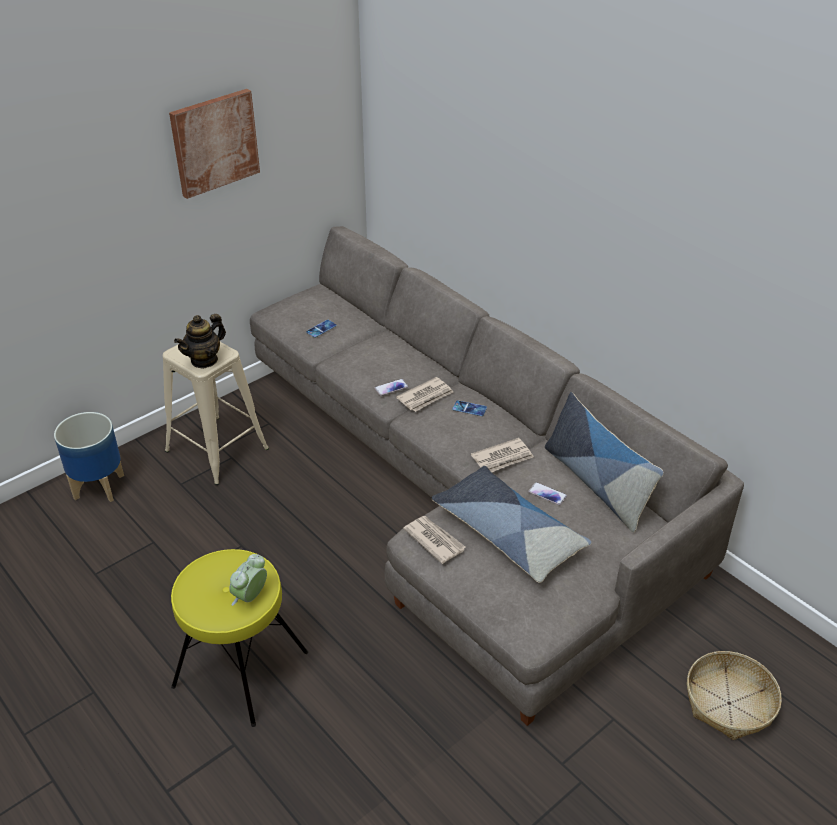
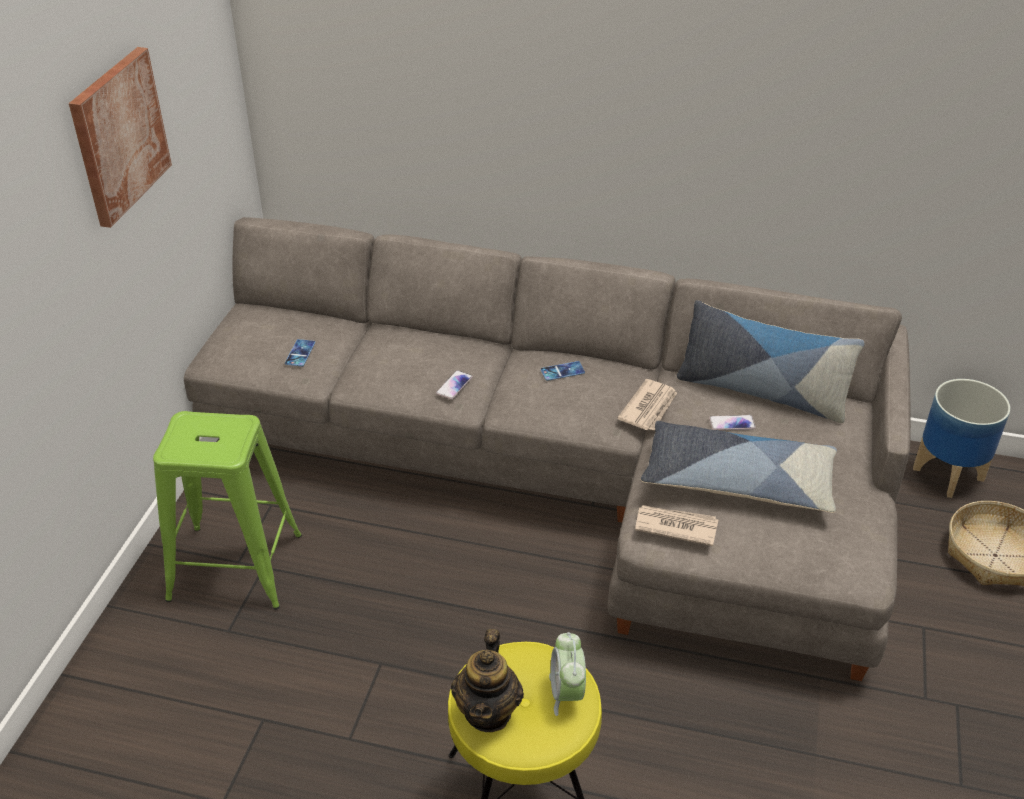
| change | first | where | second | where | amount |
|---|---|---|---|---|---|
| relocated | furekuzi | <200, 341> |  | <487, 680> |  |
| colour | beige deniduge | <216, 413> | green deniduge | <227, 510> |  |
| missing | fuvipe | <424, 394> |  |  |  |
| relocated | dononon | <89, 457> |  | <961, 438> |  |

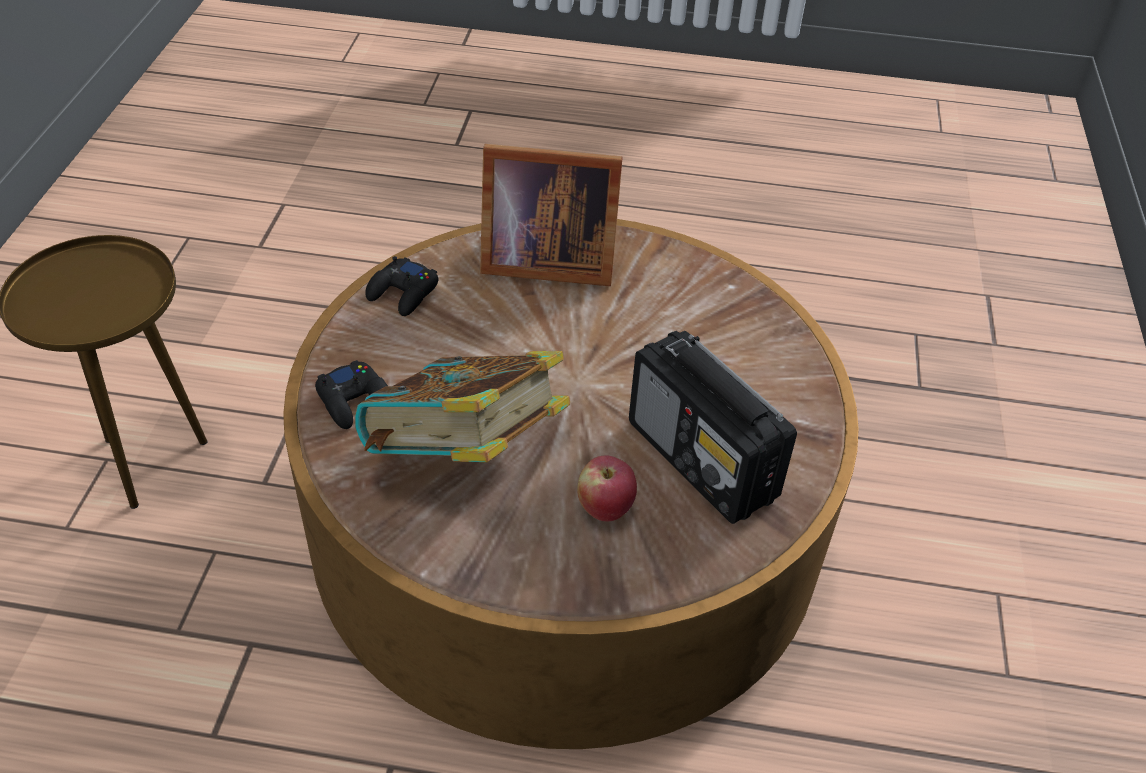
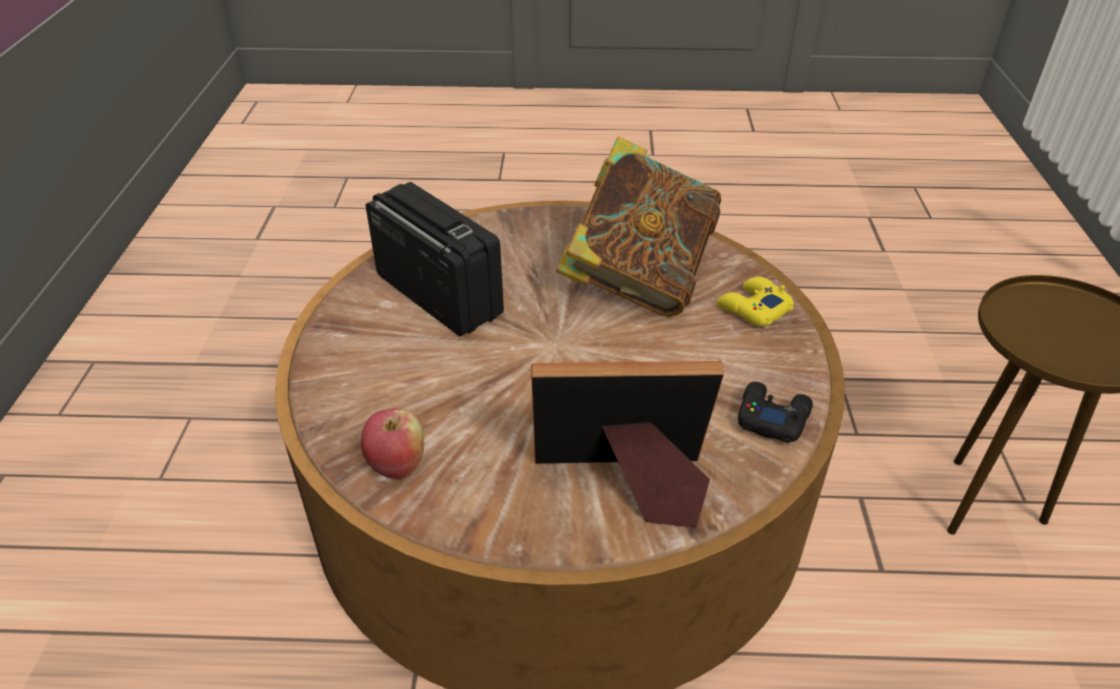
| change | first | where | second | where | amount |
|---|---|---|---|---|---|
| colour | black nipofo | <351, 394> | yellow nipofo | <755, 301> |  |
| relocated | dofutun | <607, 488> |  | <392, 443> |  |

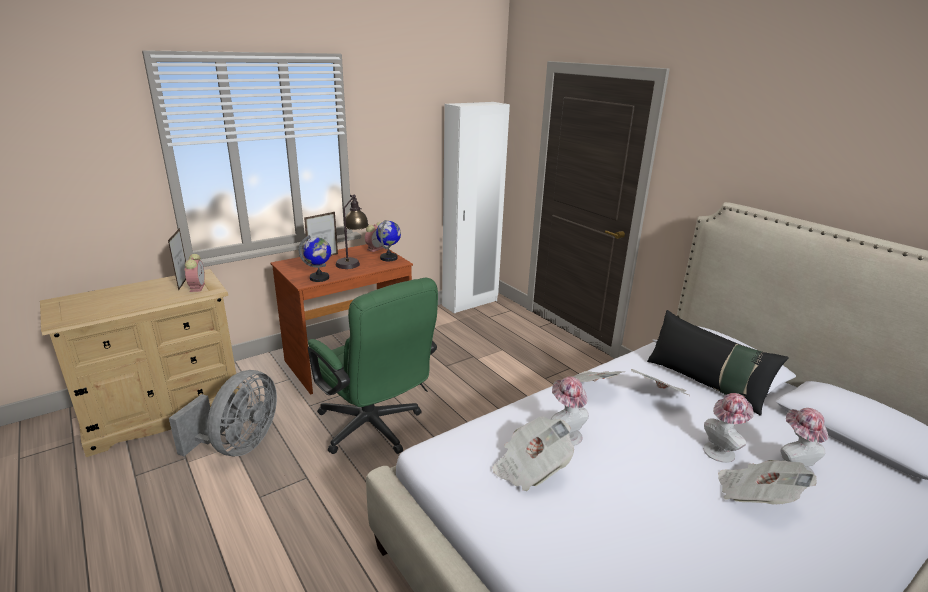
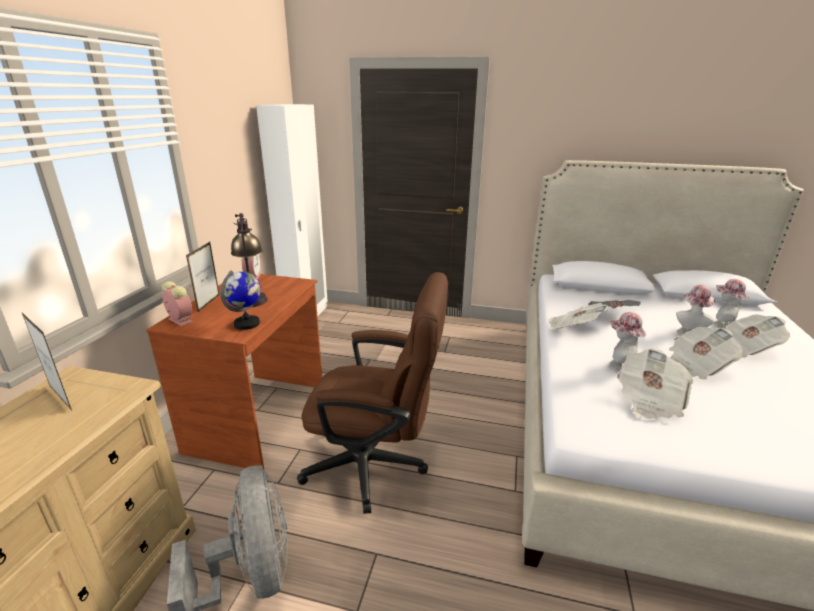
| change | first | where | second | where | amount |
|---|---|---|---|---|---|
| missing | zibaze | <388, 240> |  |  |  |
| relocated | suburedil | <194, 273> |  | <177, 303> |  |
| colour | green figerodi | <373, 366> | brown figerodi | <372, 393> |  |
| missing | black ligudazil | <718, 363> |  |  |  |
| appeared |  |  | fuvipe | <706, 353> |  |

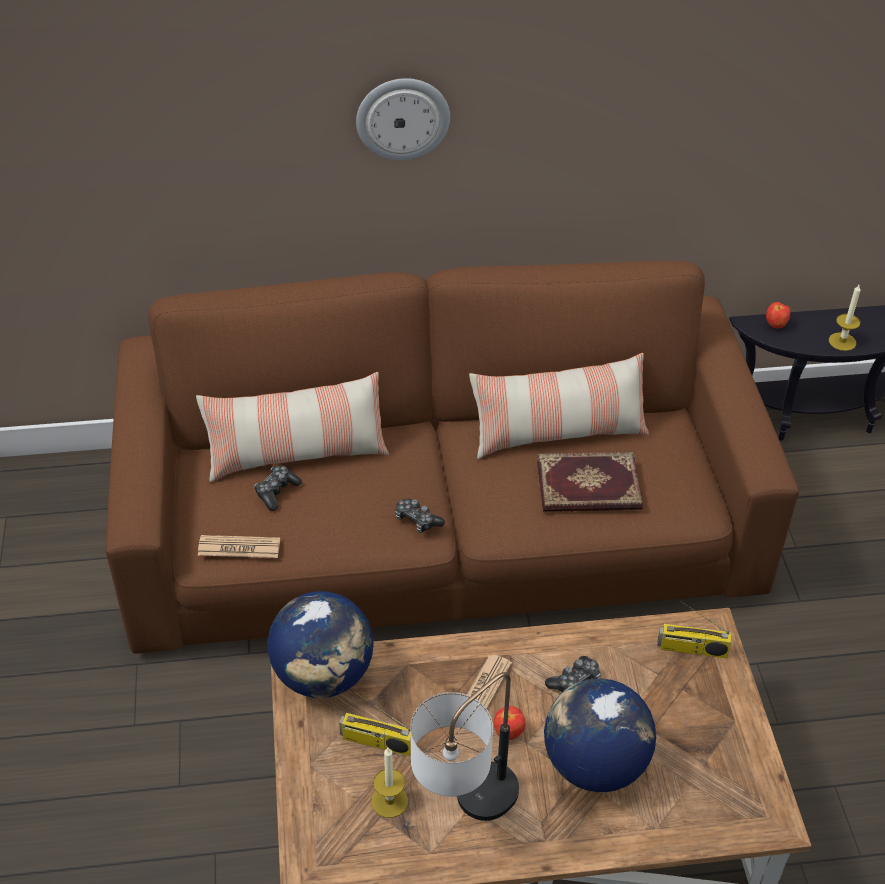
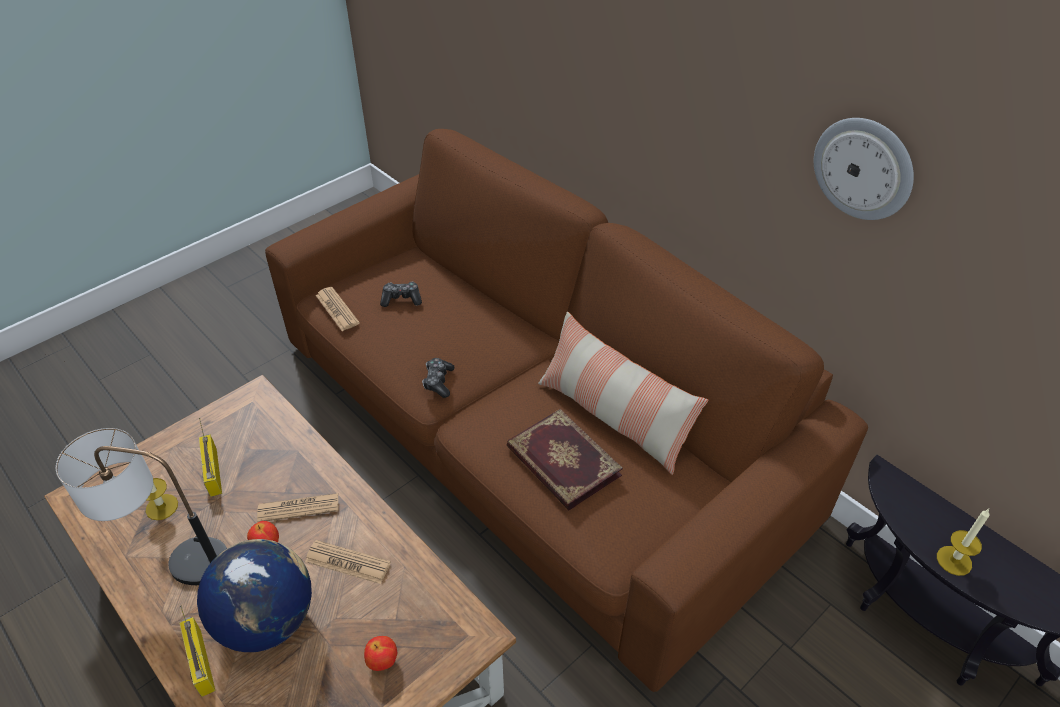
| change | first | where | second | where | amount |
|---|---|---|---|---|---|
| relocated | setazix | <403, 119> |  | <864, 169> |  |
| relocated | dofutun | <778, 315> |  | <380, 653> |  |
| missing | ligudazil | <292, 427> |  |  |  |
| missing | zibaze | <320, 644> |  |  |  |
| relocated | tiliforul | <694, 629> |  | <198, 651> |  |
| exchanged | nipofo | <573, 674> | fuvipe | <348, 562> |  |

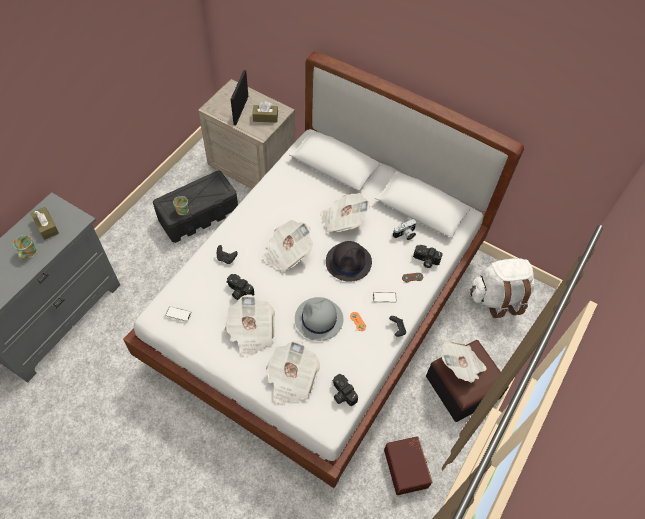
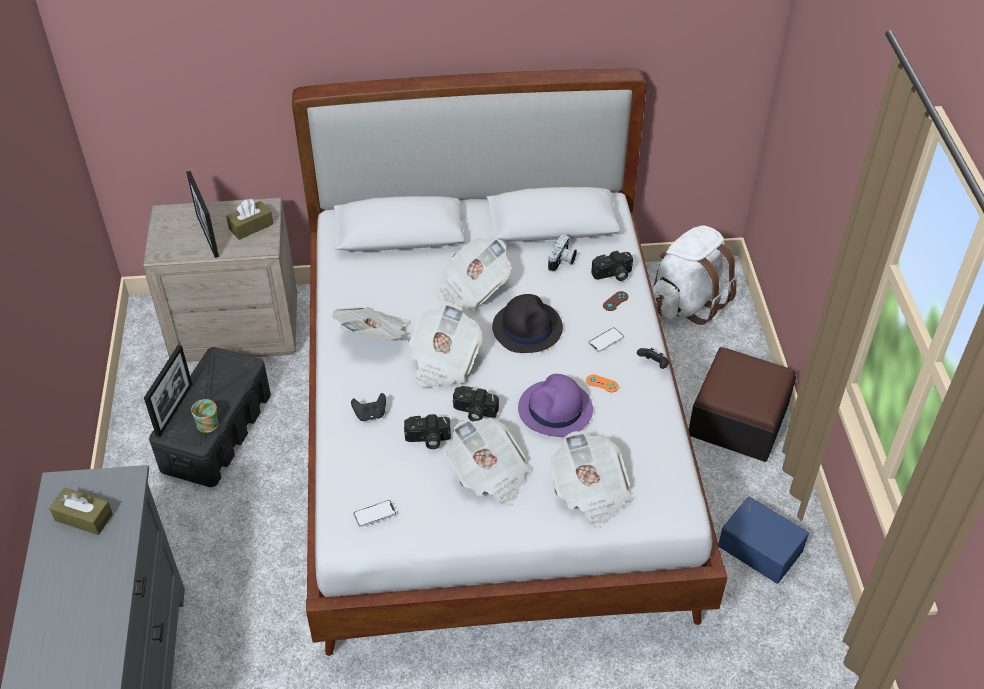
| change | first | where | second | where | amount |
|---|---|---|---|---|---|
| missing | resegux | <25, 247> |  |  |  |
| colour | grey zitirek | <319, 319> | purple zitirek | <555, 405> |  |
| relocated | fuvipe | <464, 361> |  | <370, 323> |  |
| relocated | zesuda | <345, 390> |  | <476, 403> |  |
| colour | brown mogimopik | <408, 465> | blue mogimopik | <763, 540> |  |
| appeared |  |  | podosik | <168, 391> |  |

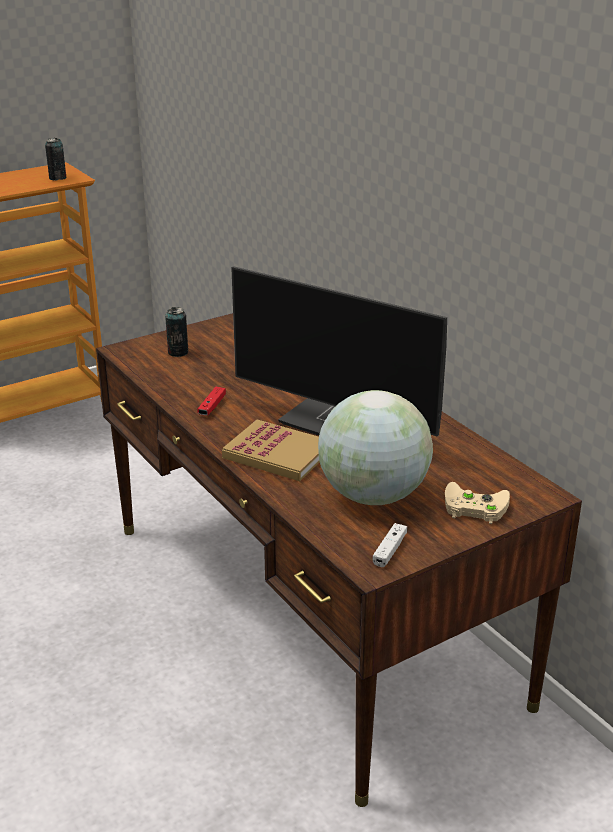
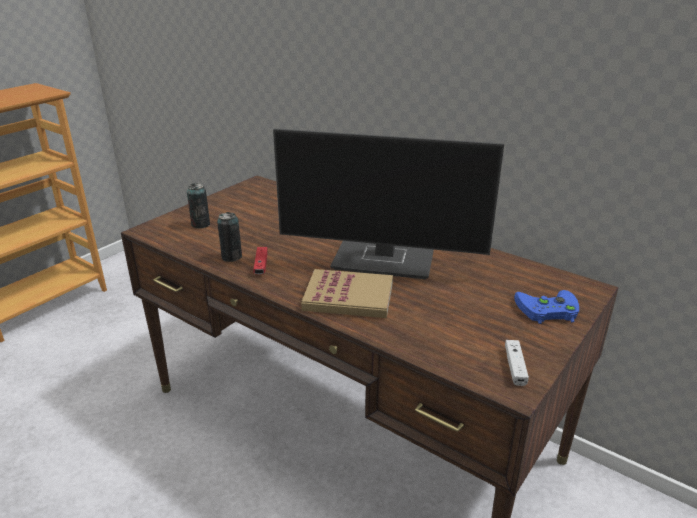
| change | first | where | second | where | amount |
|---|---|---|---|---|---|
| relocated | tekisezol | <55, 159> |  | <229, 237> |  |
| missing | zibaze | <375, 447> |  |  |  |
| colour | beige nipofo | <477, 503> | blue nipofo | <546, 307> |  |

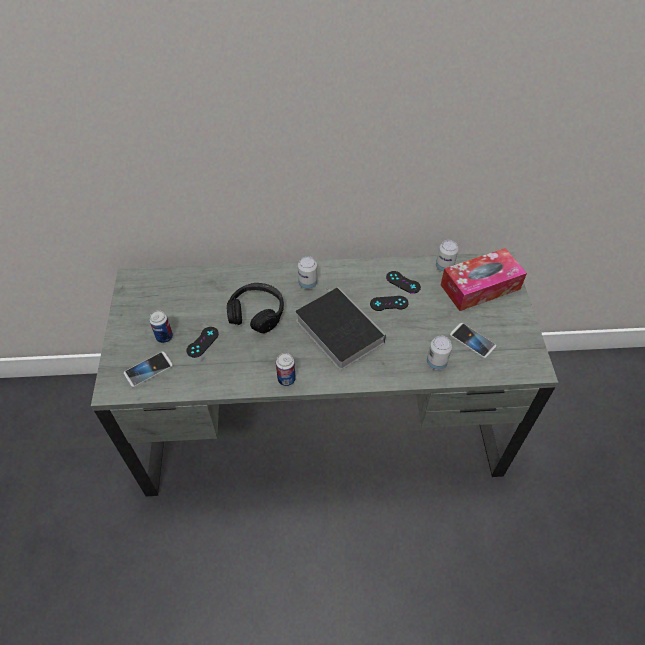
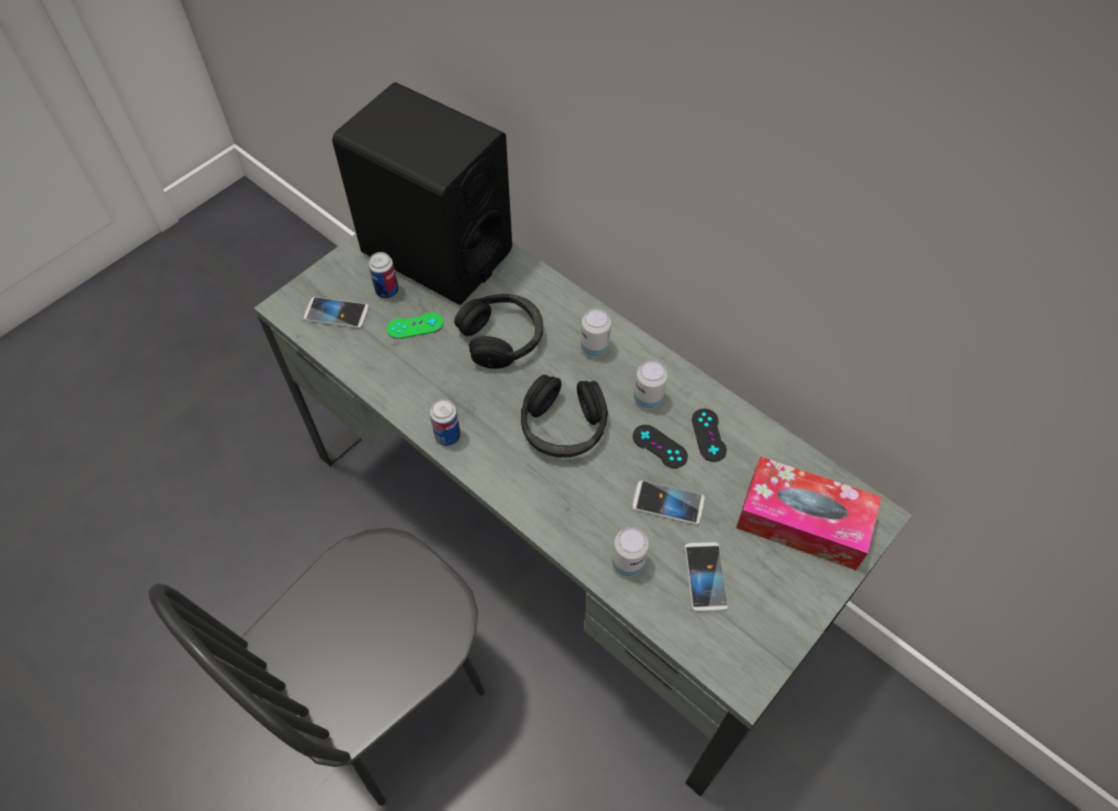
| change | first | where | second | where | amount |
|---|---|---|---|---|---|
| relocated | tekisezol | <447, 256> |  | <650, 384> |  |
| exchanged | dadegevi | <340, 328> | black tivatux | <564, 416> |  |
| colour | black nipofo | <202, 342> | green nipofo | <415, 325> |  |
| appeared |  |  | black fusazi | <422, 193> |  |
| appeared |  |  | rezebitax | <668, 503> |  |
| appeared |  |  | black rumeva | <316, 667> |  |

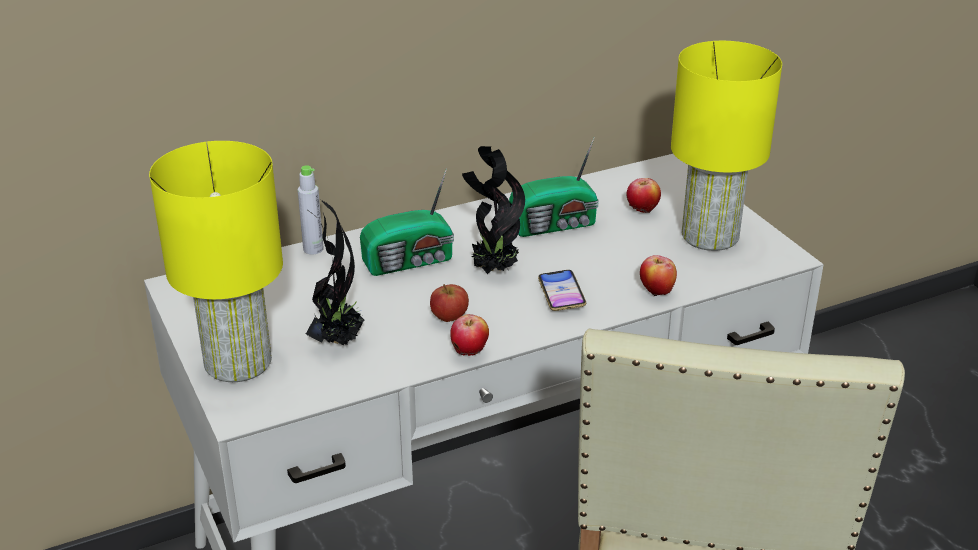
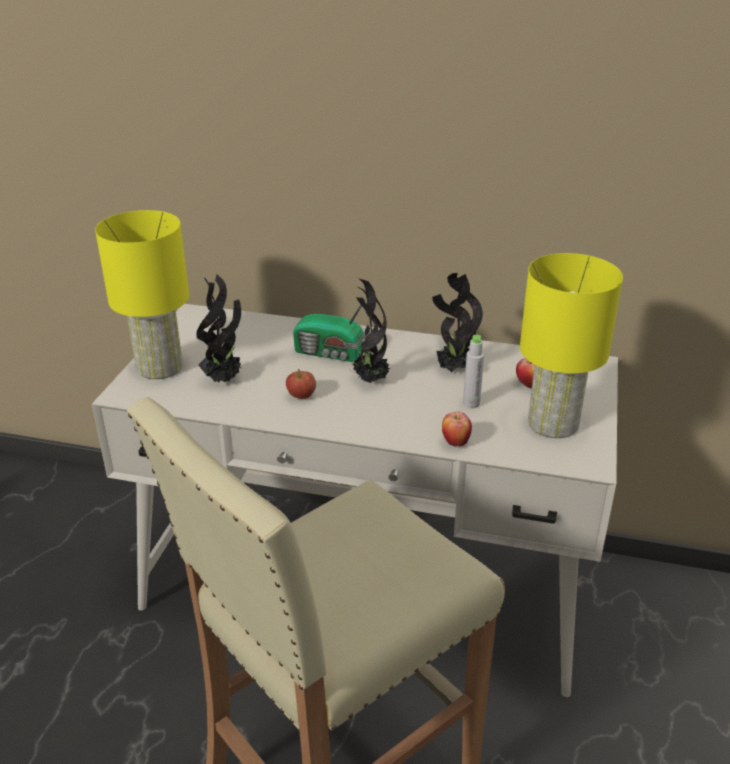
| change | first | where | second | where | amount |
|---|---|---|---|---|---|
| exchanged | tiliforul | <554, 187> | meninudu | <457, 323> |  |
| relocated | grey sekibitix | <311, 210> |  | <473, 371> |  |
| missing | rezebitax | <562, 290> |  |  |  |
| missing | dofutun | <469, 335> |  |  |  |

